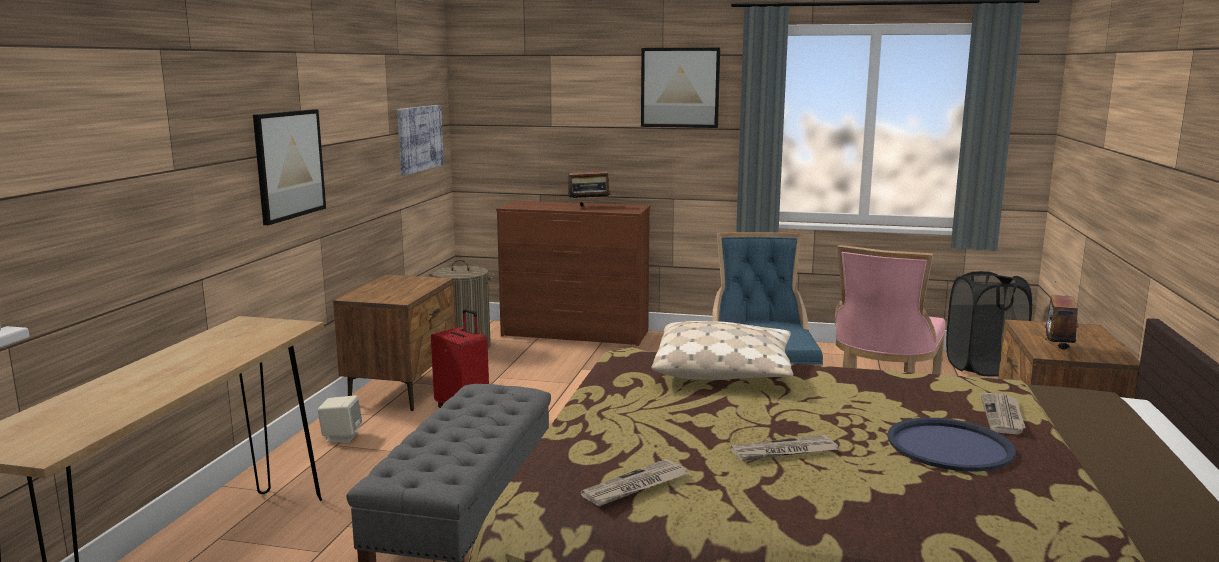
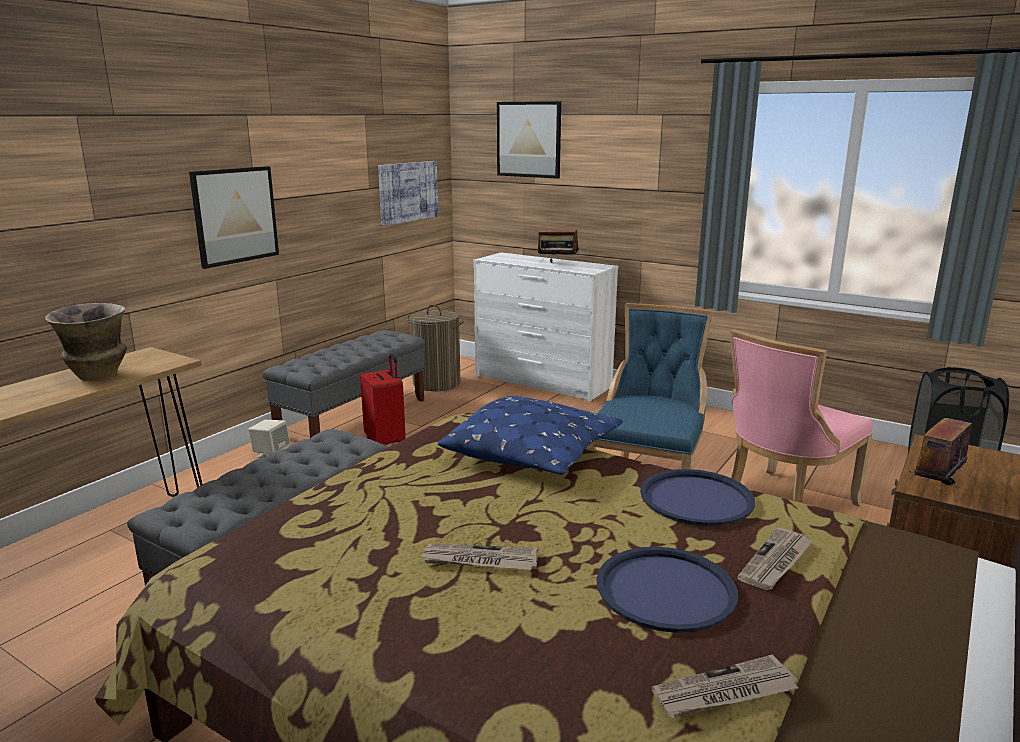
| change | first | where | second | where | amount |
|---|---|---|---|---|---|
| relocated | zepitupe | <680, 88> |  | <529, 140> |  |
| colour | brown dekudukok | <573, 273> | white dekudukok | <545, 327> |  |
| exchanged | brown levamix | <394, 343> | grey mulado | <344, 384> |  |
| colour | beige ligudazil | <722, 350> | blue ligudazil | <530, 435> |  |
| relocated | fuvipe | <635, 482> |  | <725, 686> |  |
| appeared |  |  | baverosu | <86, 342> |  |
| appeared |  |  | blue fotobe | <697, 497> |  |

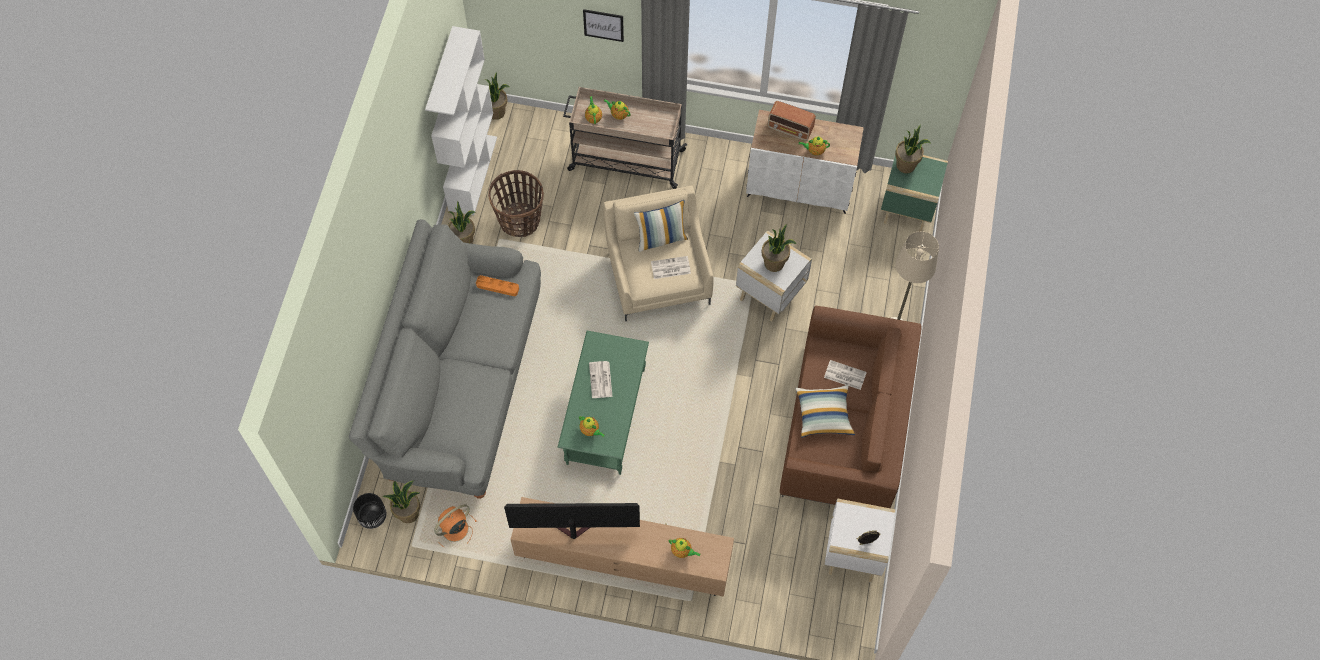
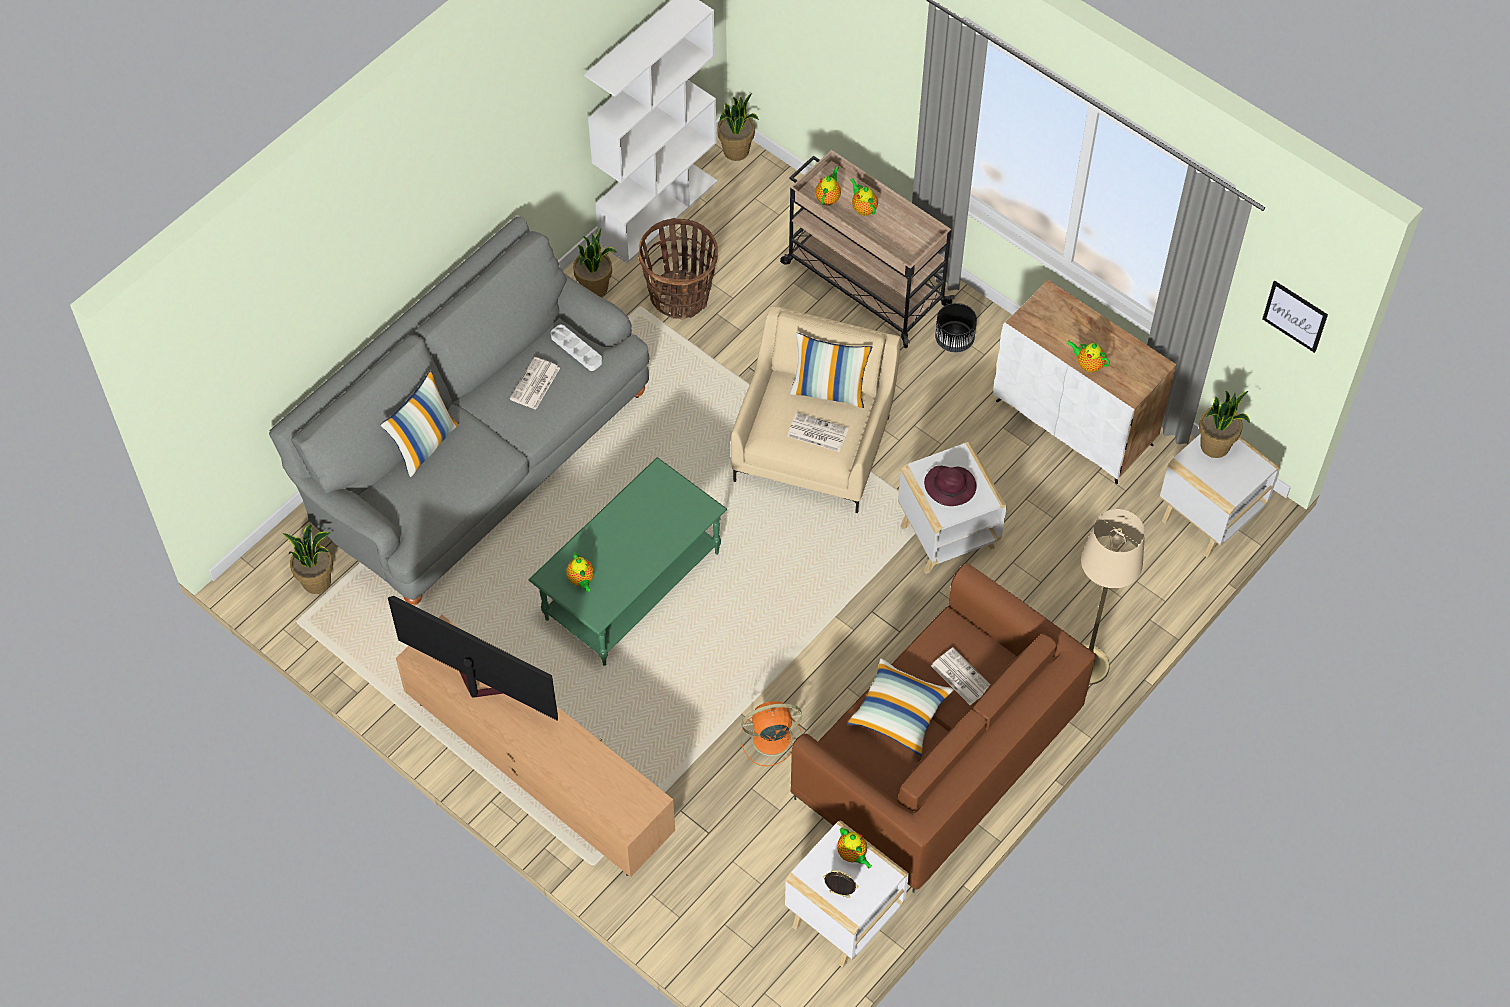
| change | first | where | second | where | amount |
|---|---|---|---|---|---|
| relocated | zepitupe | <603, 25> |  | <1295, 317> |  |
| missing | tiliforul | <791, 121> |  |  |  |
| colour | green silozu | <914, 193> | white silozu | <1220, 496> |  |
| exchanged | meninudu | <779, 248> | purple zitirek | <950, 486> |  |
| colour | orange fotobe | <497, 285> | white fotobe | <576, 347> |  |
| relocated | fuvipe | <600, 379> |  | <535, 383> |  |
| relocated | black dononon | <369, 511> |  | <956, 328> |  |
| relocated | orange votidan | <455, 525> |  | <771, 734> |  |
| relocated | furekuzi | <684, 548> |  | <854, 848> |  |
| appeared |  |  | ligudazil | <420, 423> |  |

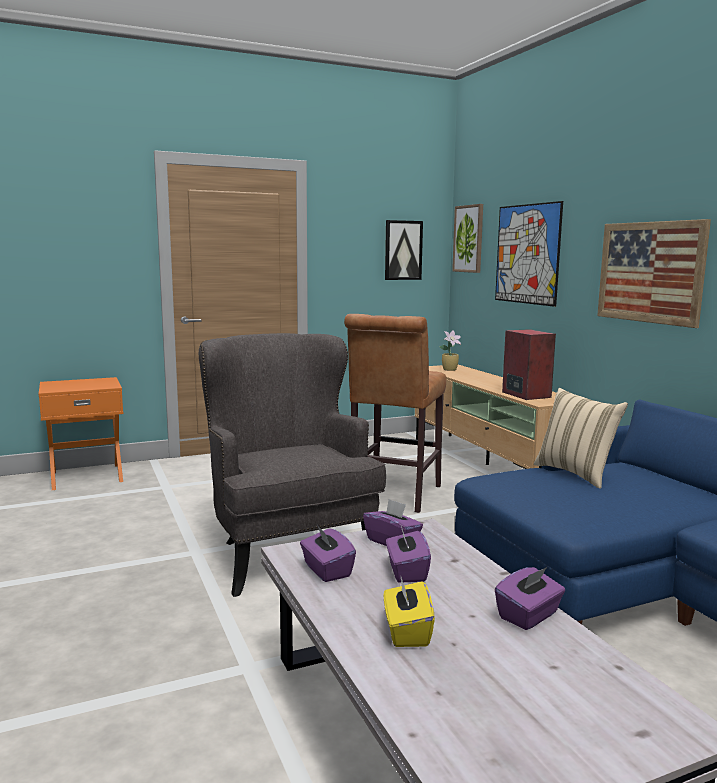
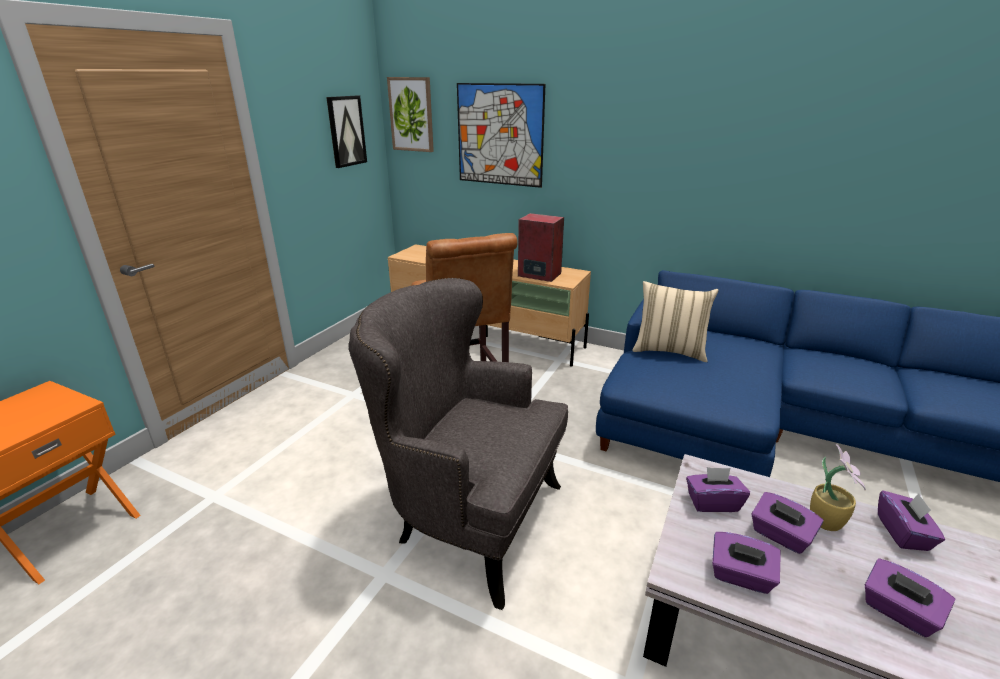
| change | first | where | second | where | amount |
|---|---|---|---|---|---|
| missing | zepitupe | <654, 273> |  |  |  |
| relocated | meninudu | <450, 350> |  | <838, 487> |  |
| colour | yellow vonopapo | <409, 612> | purple vonopapo | <910, 598> |  |

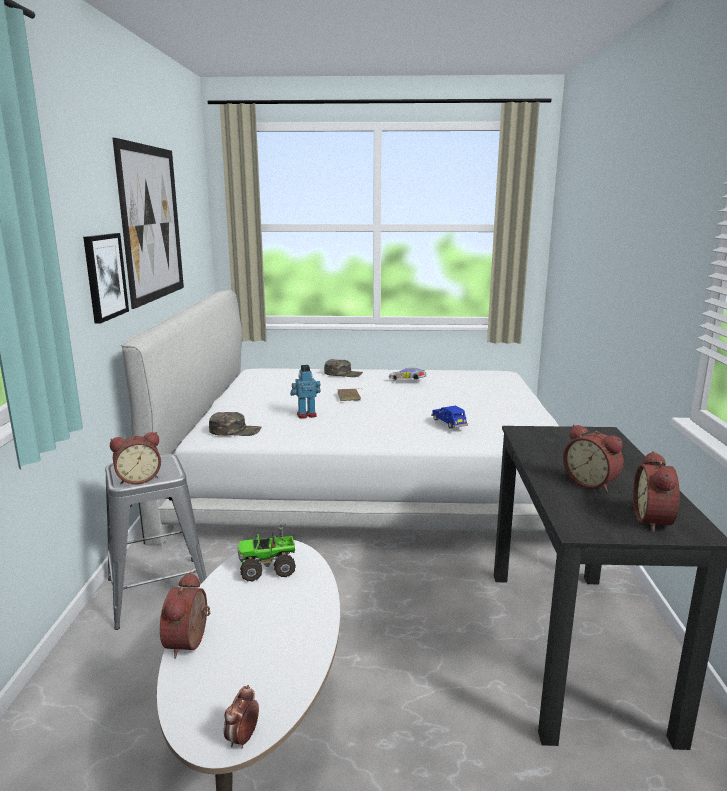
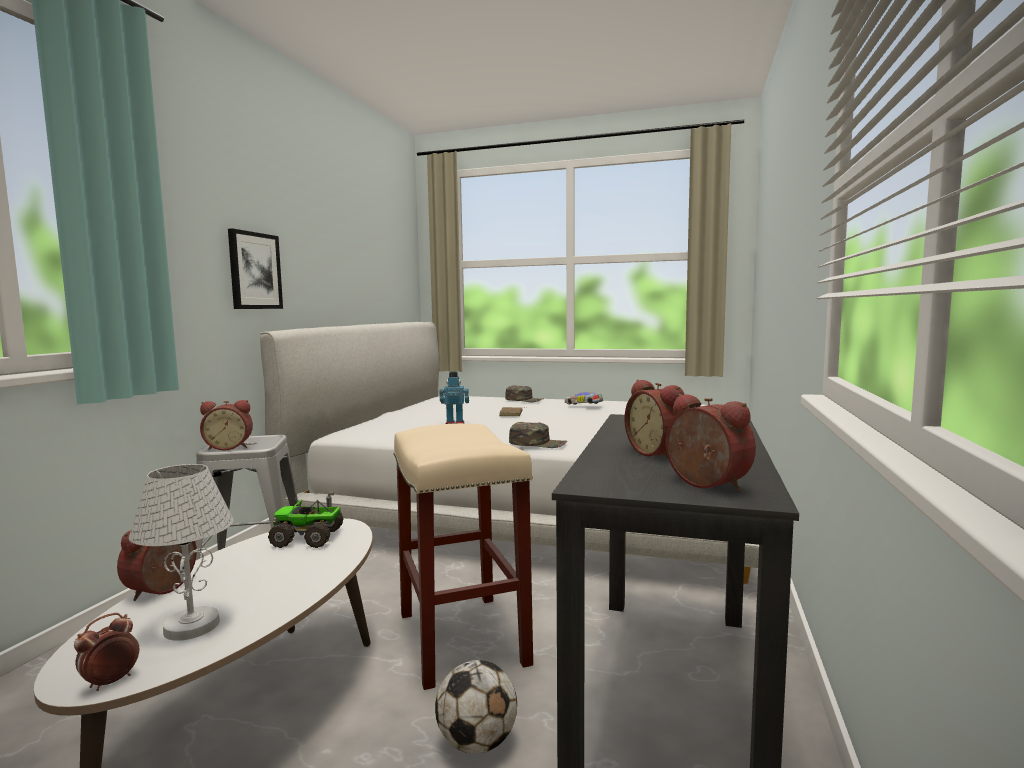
| change | first | where | second | where | amount |
|---|---|---|---|---|---|
| missing | zepitupe | <148, 223> |  |  |  |
| missing | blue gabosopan | <449, 417> |  |  |  |
| relocated | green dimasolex | <235, 424> |  | <538, 435> |  |
| spun | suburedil | <656, 491> |  | <710, 442> | 120 degrees clockwise |
| appeared |  |  | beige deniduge | <463, 556> |  |
| appeared |  |  | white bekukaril | <181, 552> |  |
| appeared |  |  | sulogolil | <476, 706> |  |

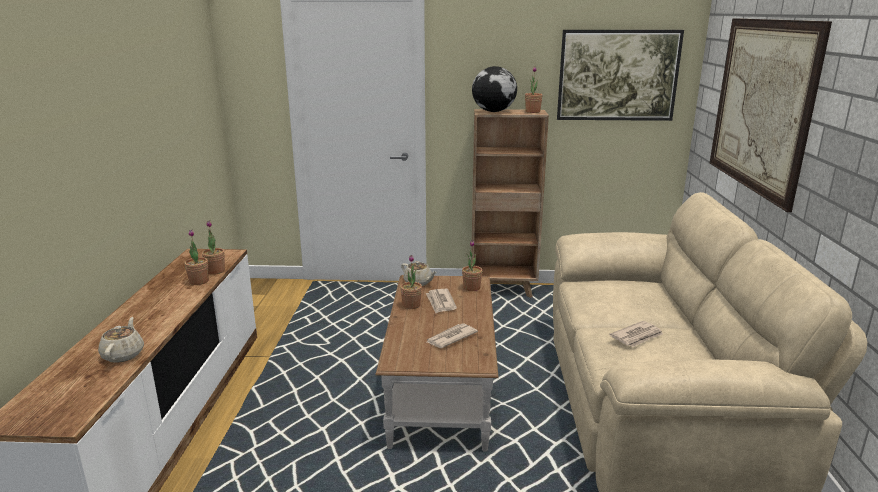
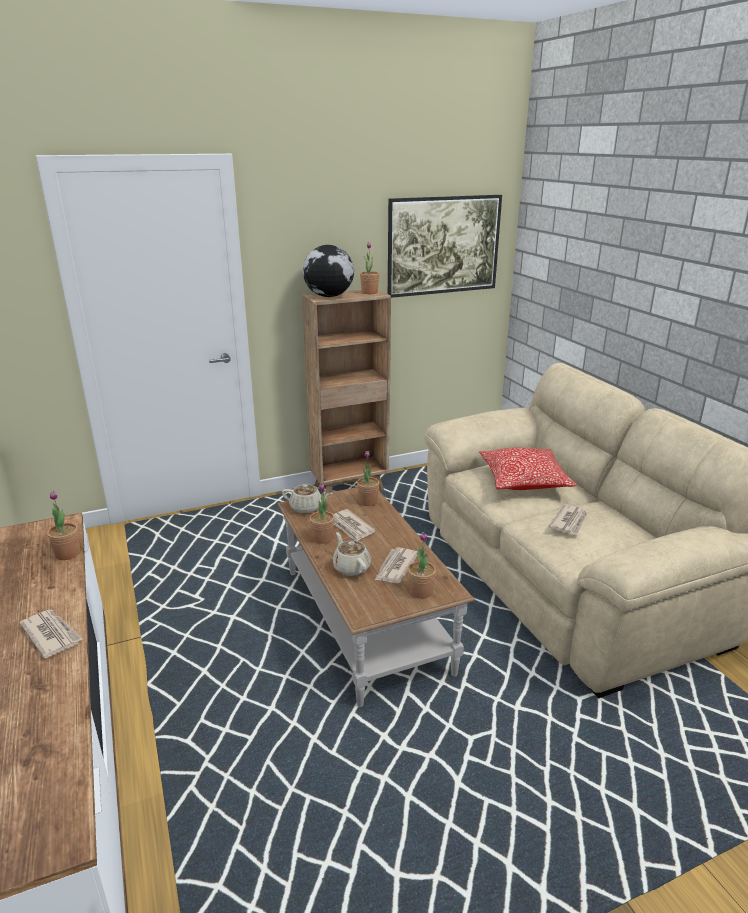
| change | first | where | second | where | amount |
|---|---|---|---|---|---|
| missing | zepitupe | <771, 115> |  |  |  |
| relocated | meninudu | <196, 257> |  | <422, 565> |  |
| relocated | beige furekuzi | <121, 340> |  | <351, 554> |  |
| appeared |  |  | ligudazil | <528, 469> |  |
| appeared |  |  | fuvipe | <50, 634> |  |

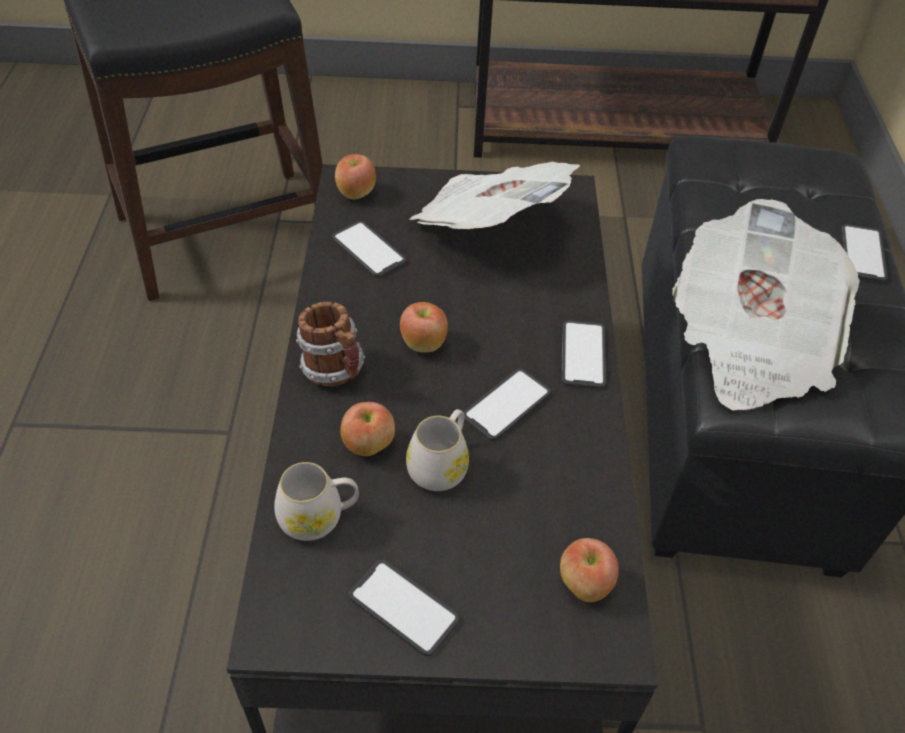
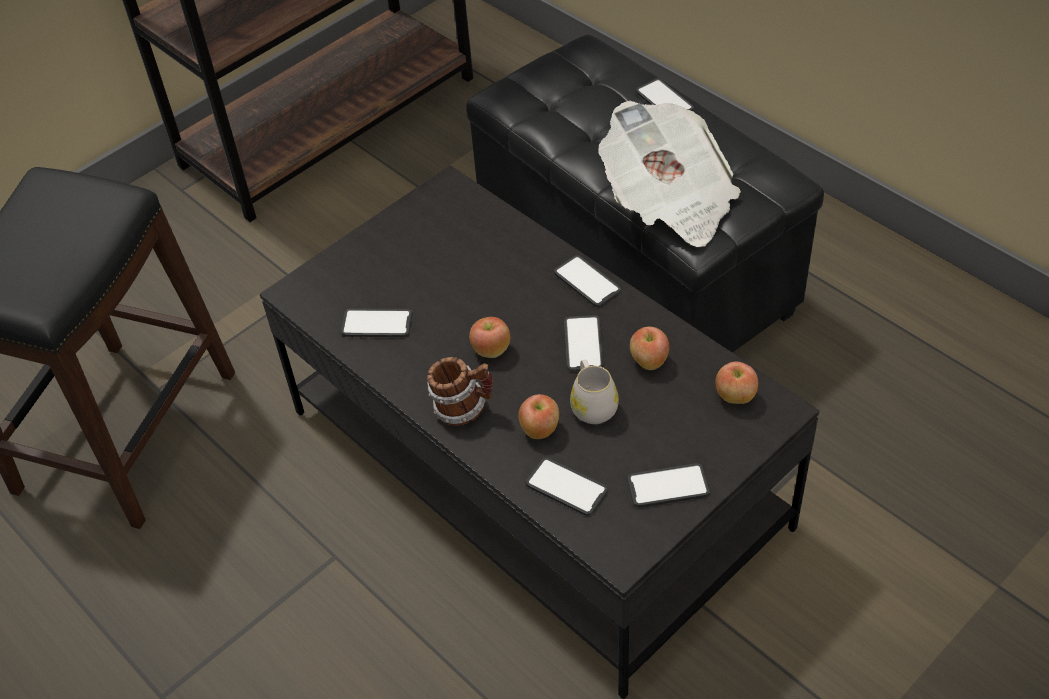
| change | first | where | second | where | amount |
|---|---|---|---|---|---|
| relocated | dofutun | <355, 176> |  | <649, 348> |  |
| missing | fuvipe | <494, 195> |  |  |  |
| exchanged | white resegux | <316, 501> | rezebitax | <566, 486> |  |

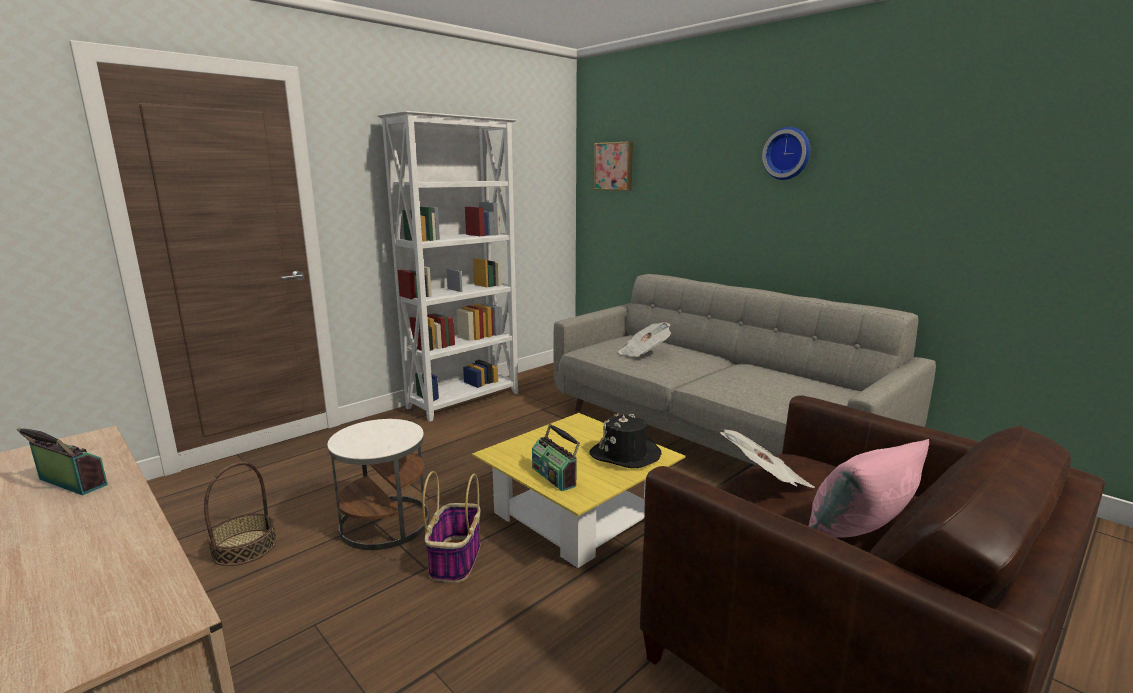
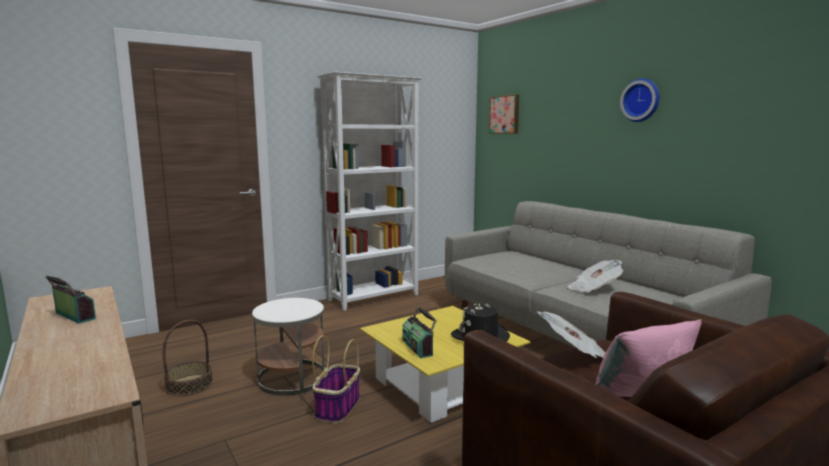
| change | first | where | second | where | amount |
|---|---|---|---|---|---|
| relocated | fuvipe | <644, 339> |  | <595, 276> |  |

